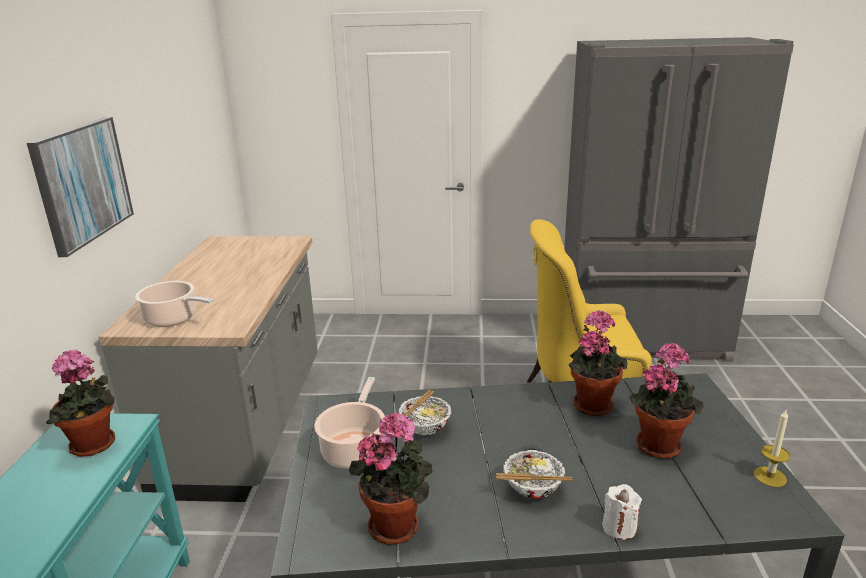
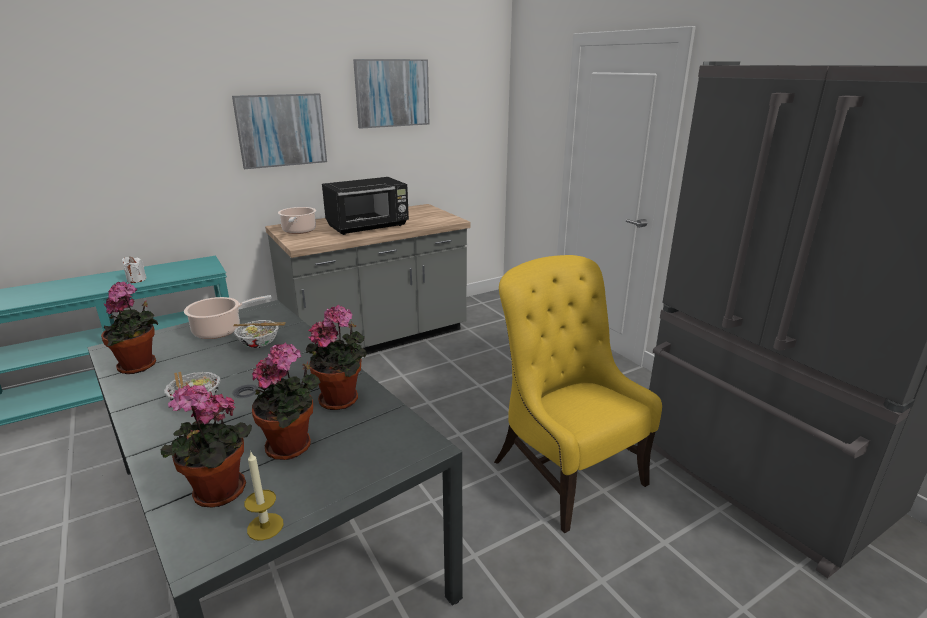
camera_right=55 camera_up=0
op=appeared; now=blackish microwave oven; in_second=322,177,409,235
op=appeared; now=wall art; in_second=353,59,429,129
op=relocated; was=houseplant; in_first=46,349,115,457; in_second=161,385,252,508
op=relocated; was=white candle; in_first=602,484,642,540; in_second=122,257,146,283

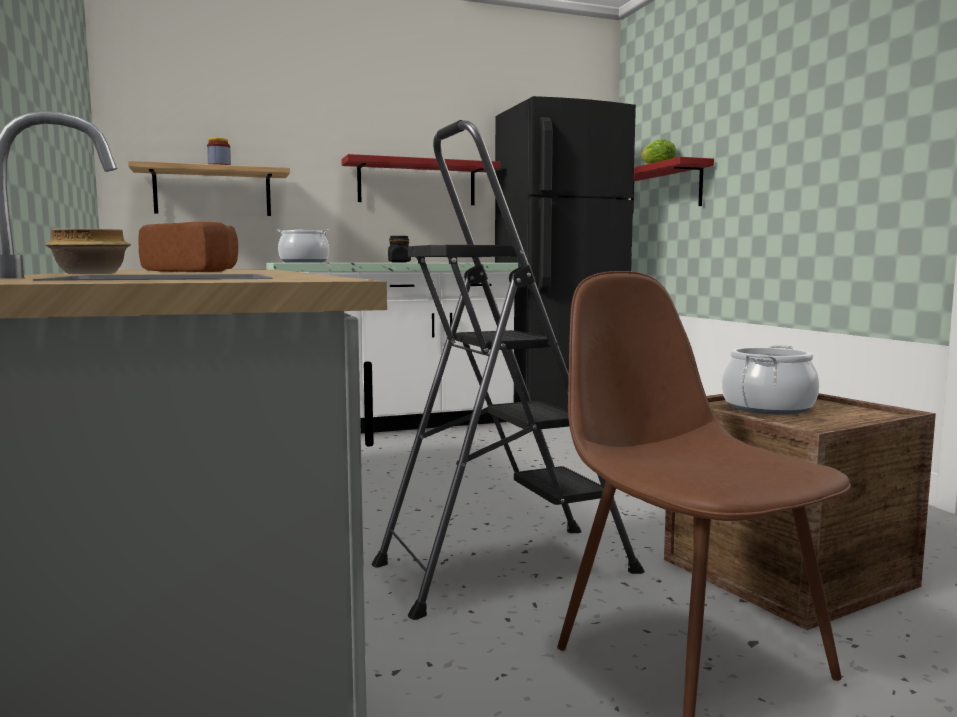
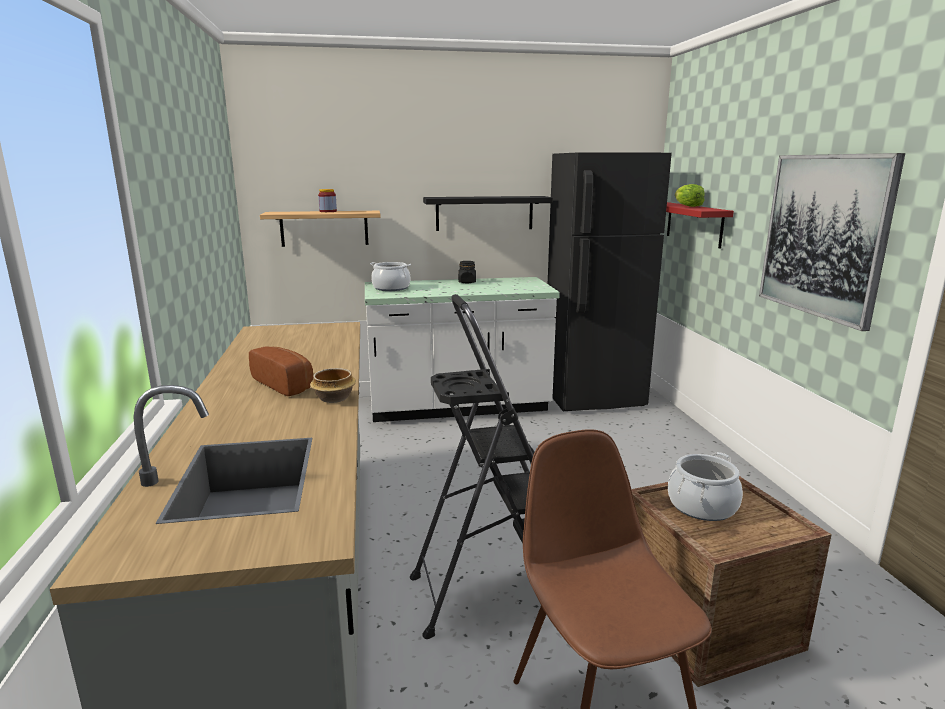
camera_right=10 camera_up=10
op=appeared; now=wall art; in_second=759,153,905,331
op=relocated; was=serving bowl; in_first=45,229,131,274; in_second=310,368,356,403
op=colour; was=red wall shelf; now=blackish wall shelf; in_first=341,154,500,205; in_second=423,196,553,231

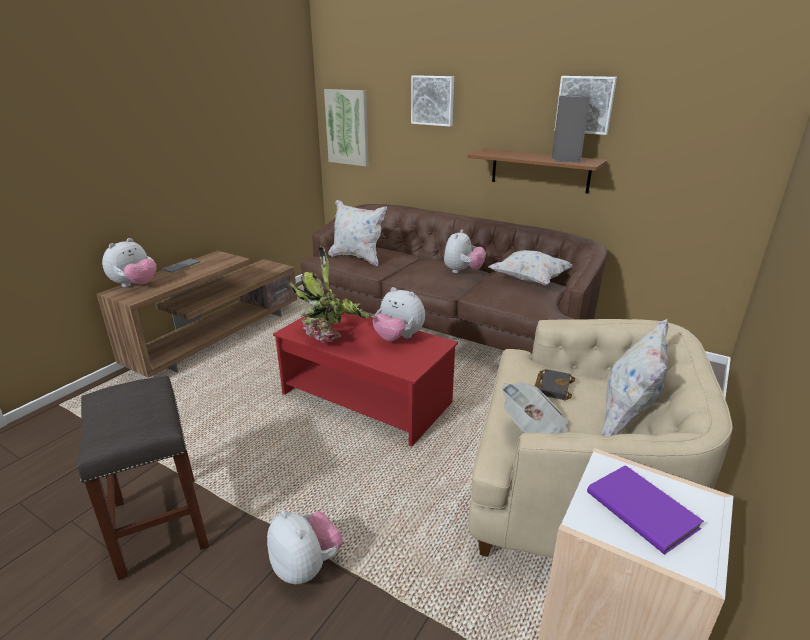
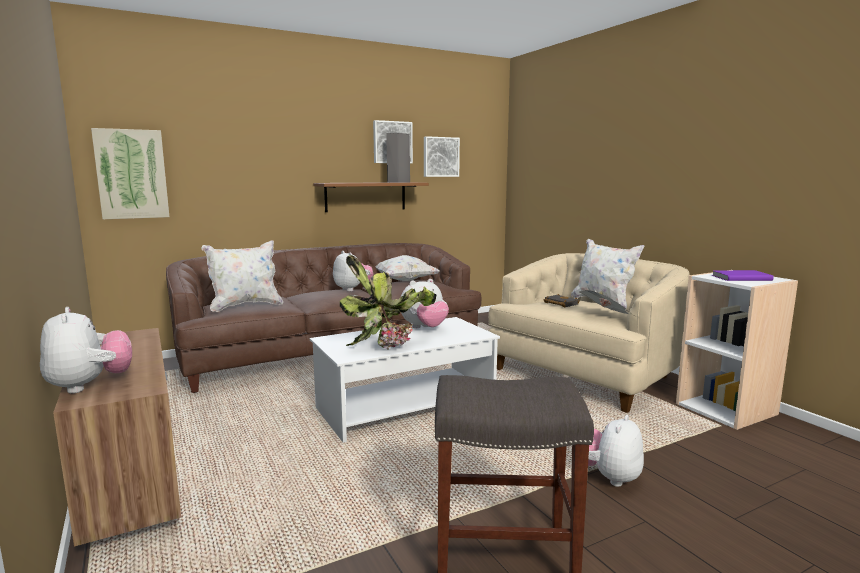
camera_right=-60 camera_up=-15
op=relocated; was=wall art; in_first=411,75,454,127; in_second=424,136,460,177
op=colour; was=red lounge table; now=white lounge table; in_first=273,312,458,447; in_second=310,317,500,443
op=spun; was=cuddly toy; in_first=267,511,343,584; in_second=588,415,644,487; clockwise=-45

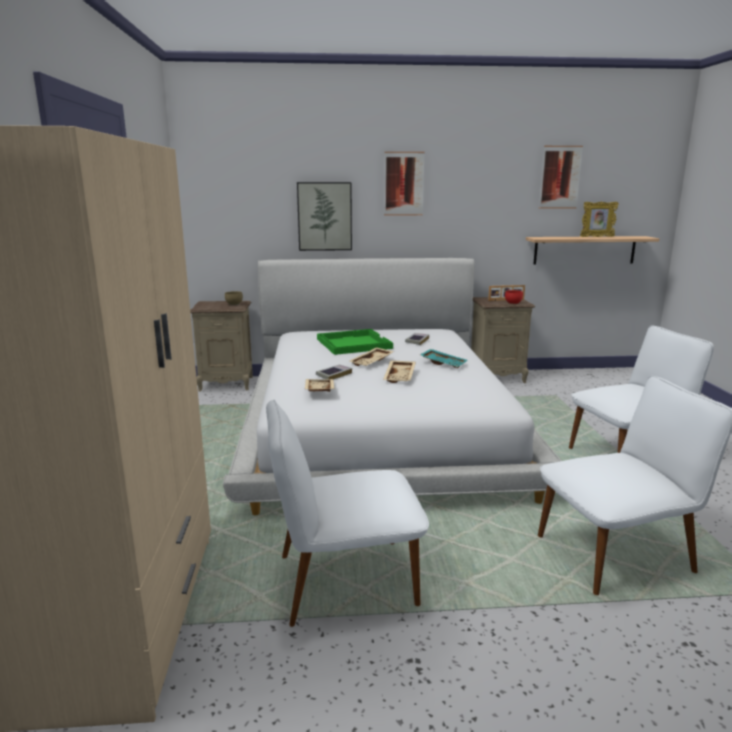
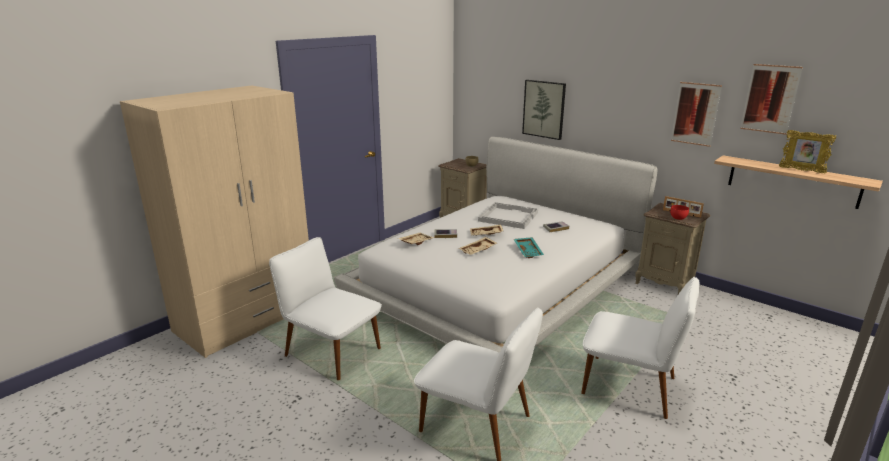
camera_right=45 camera_up=5
op=relocated; was=wall art; in_first=384,152,425,216; in_second=671,82,722,147
op=colour; was=green serving tray; now=white serving tray; in_first=317,329,393,355; in_second=478,202,538,229

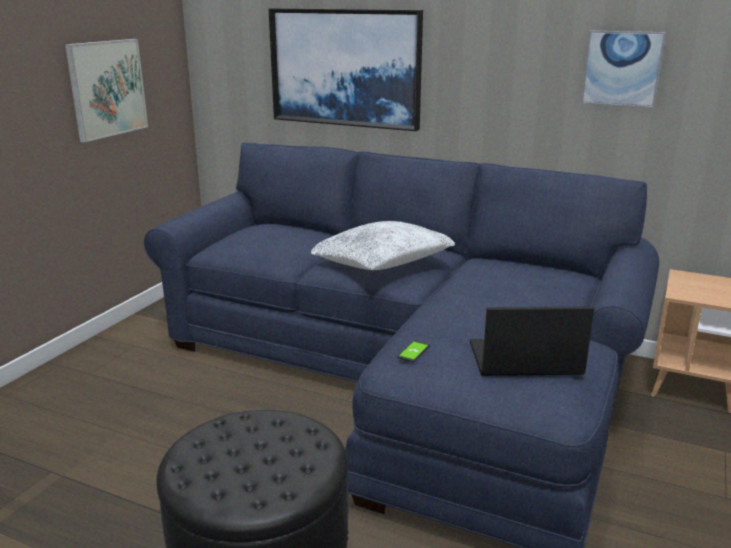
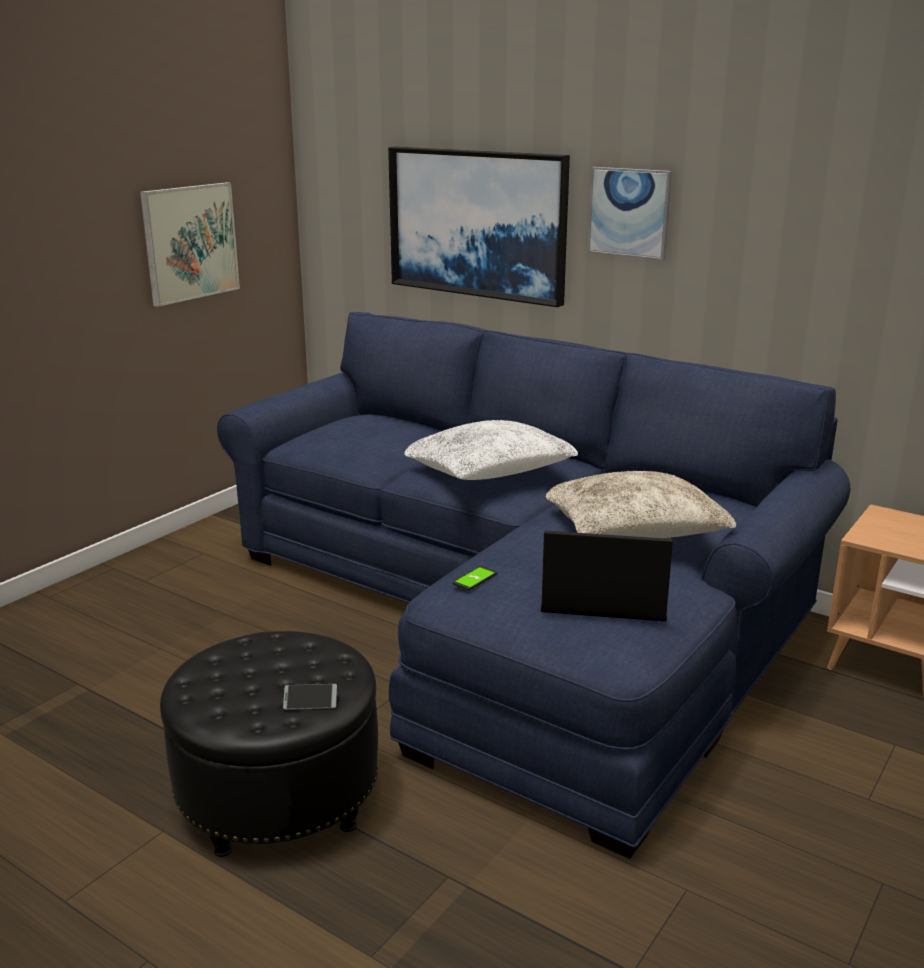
camera_right=10 camera_up=0
op=appeared; now=telephone; in_second=283,684,337,710
op=appeared; now=beige cushion; in_second=546,471,736,538
op=relocated; was=wall art; in_first=581,31,666,108; in_second=588,167,672,260

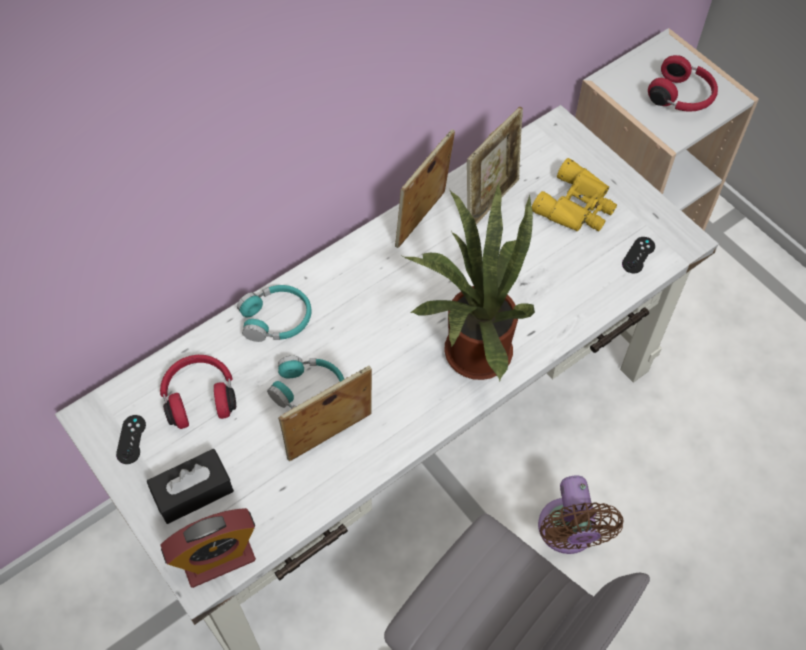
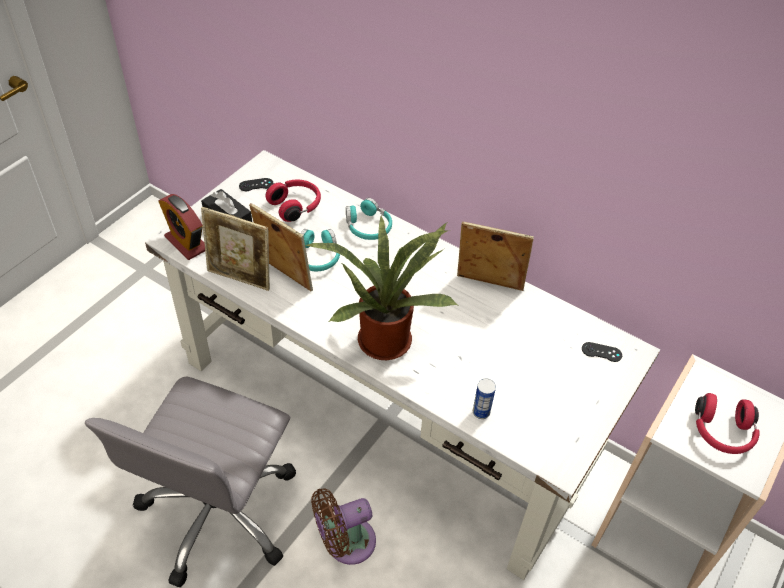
camera_right=70 camera_up=-10
op=missing; was=yellow-coloured binoculars; in_first=532,158,617,231
op=appeared; now=sealed can; in_second=473,379,496,419
op=relocated; was=standing frame; in_first=467,107,523,225; in_second=201,207,270,291
op=relocated; was=blackish game controller; in_first=622,237,655,274; in_second=582,342,622,362

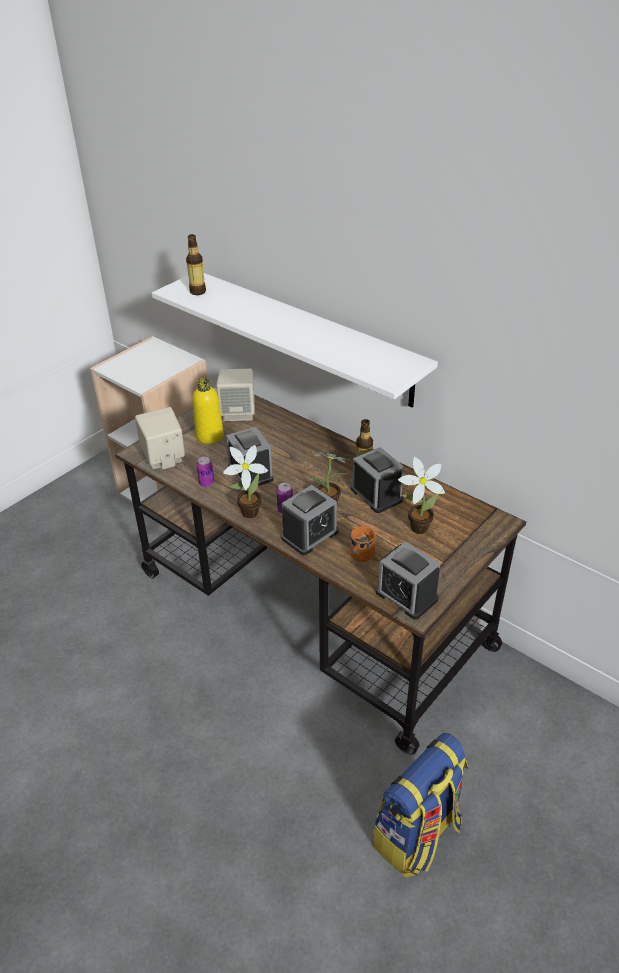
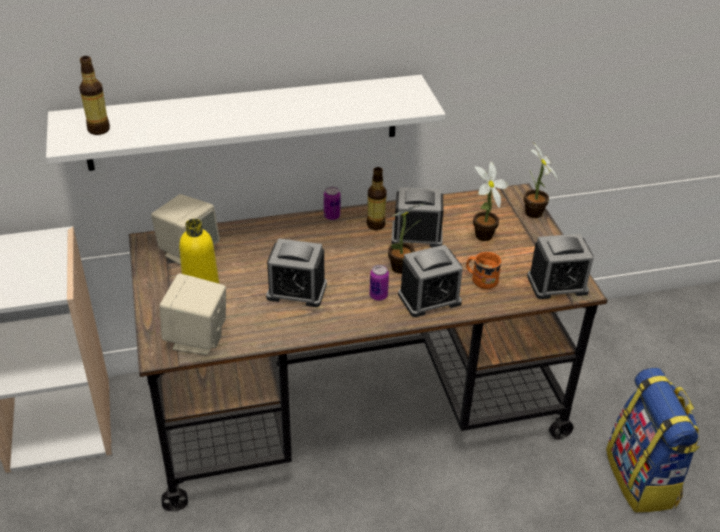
camera_right=-55 camera_up=0
op=relocated; was=sealed can; in_first=197,457,214,487; in_second=324,187,340,220
op=relocated; was=houseplant; in_first=223,445,268,518; in_second=524,142,559,218
op=spun; was=bedside clock; in_first=281,485,338,555; in_second=398,245,463,317; clockwise=75

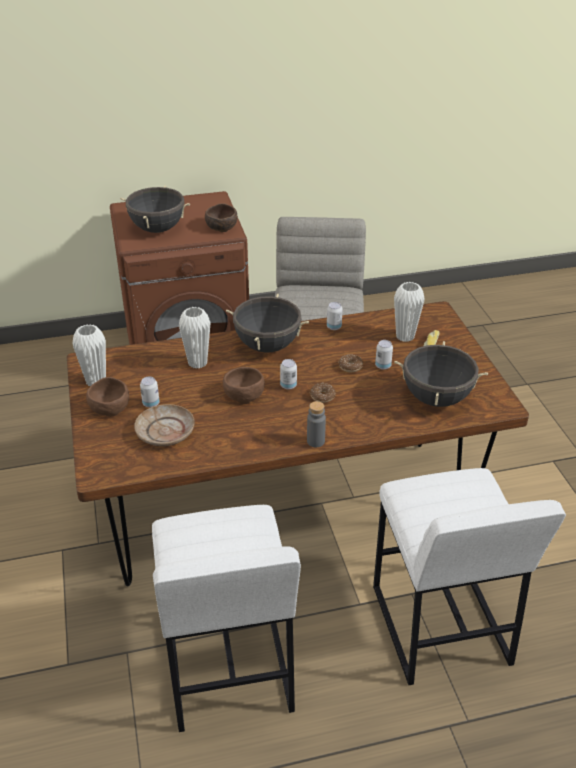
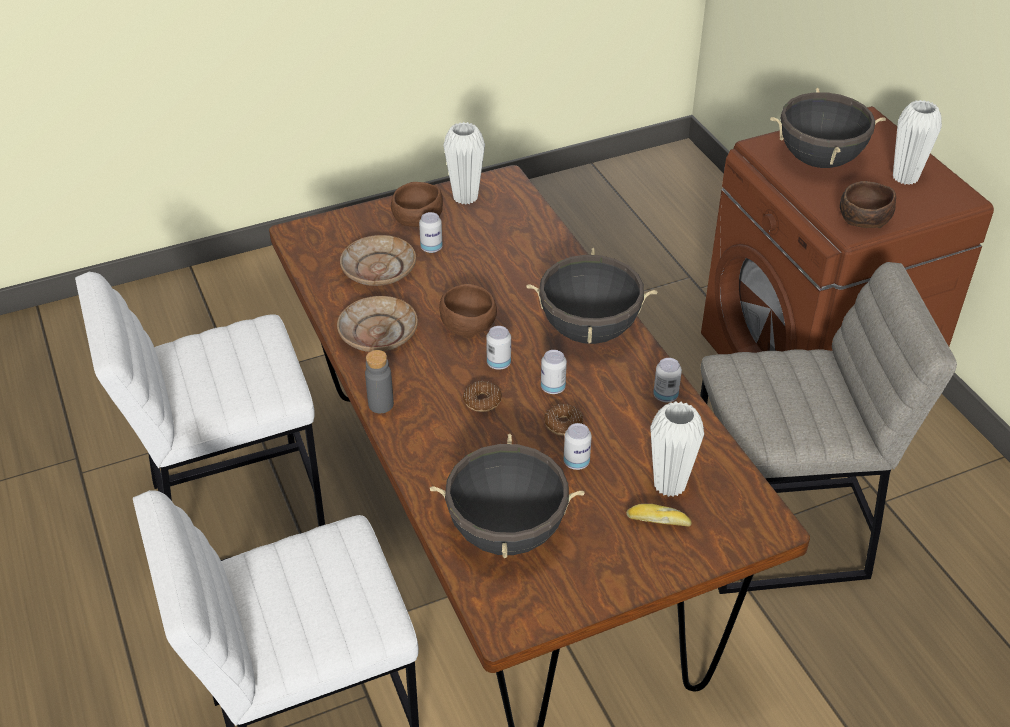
camera_right=80 camera_up=5
op=appeared; now=beige plate; in_second=337,296,418,352
op=appeared; now=sealed can; in_second=541,350,567,394
op=relocated; was=white vase; in_first=179,307,211,369; in_second=893,100,942,185

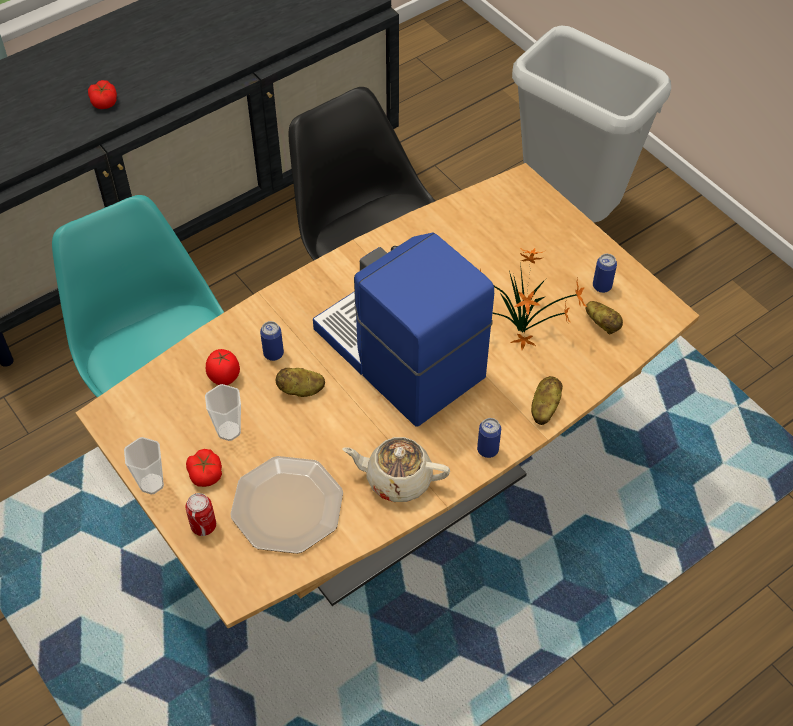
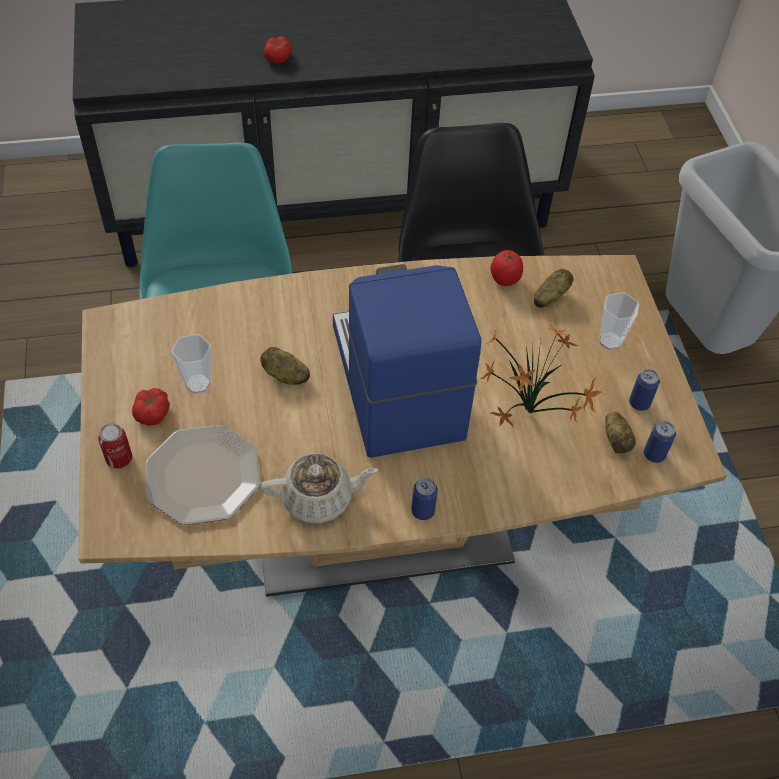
camera_right=25 camera_up=0
op=relocated; was=cup; in_first=124,437,164,495; in_second=599,292,639,350
op=relocated; was=fresh tomato; in_first=206,349,240,385; in_second=491,250,523,286
op=relocated; was=sealed can; in_first=260,321,284,361; in_second=644,421,676,463
op=relocated; was=potato; in_first=531,376,563,425; in_second=534,269,574,308
op=spun; was=beige teapot; in_first=343,437,450,502; in_second=261,453,378,523; clockwise=135

